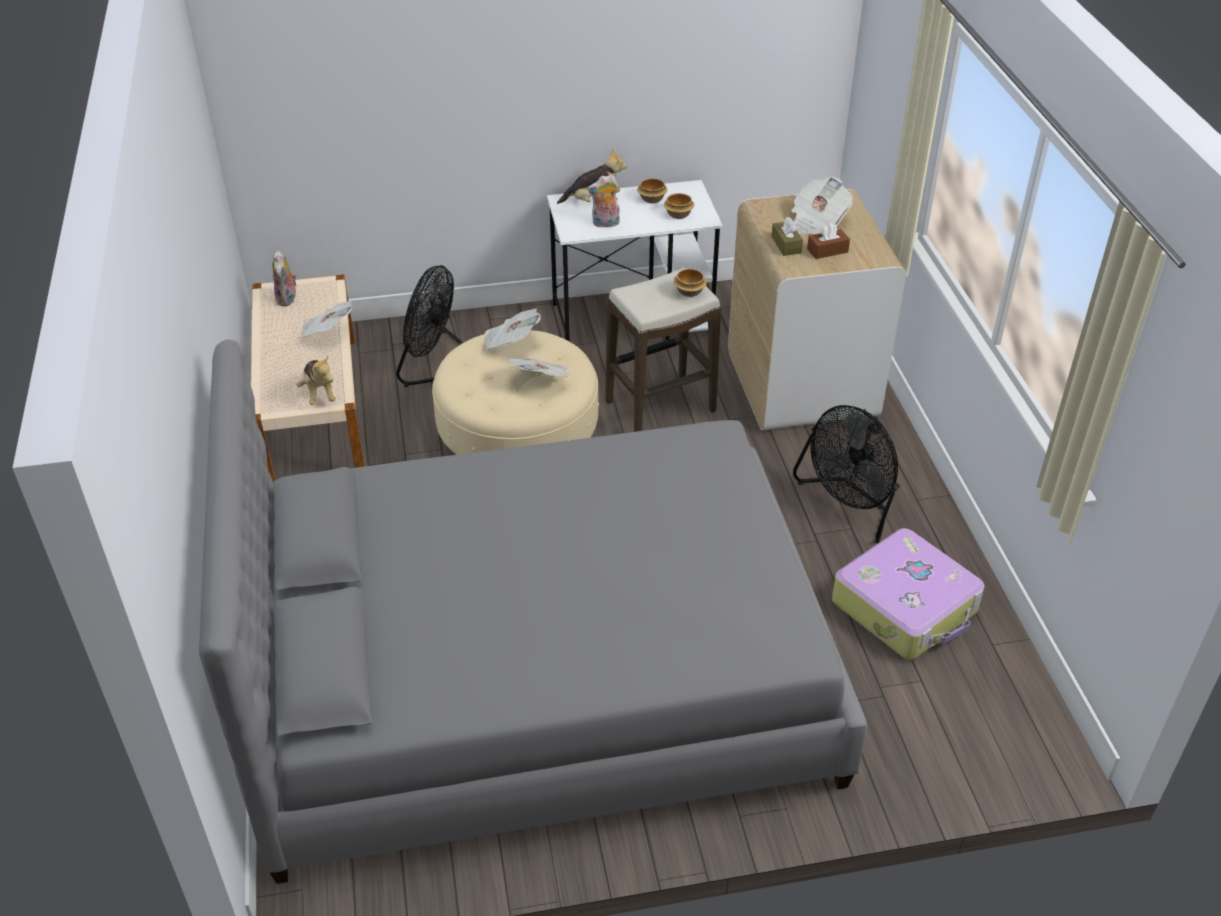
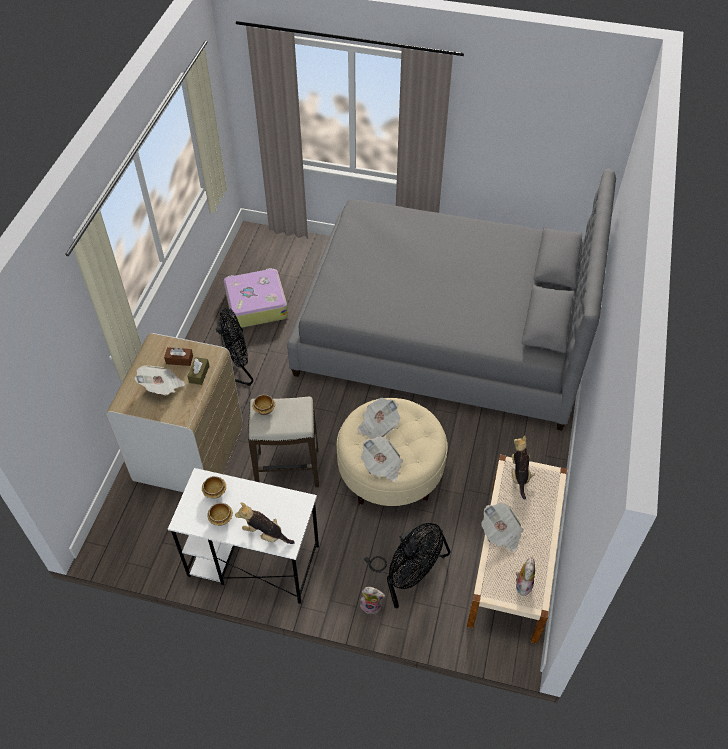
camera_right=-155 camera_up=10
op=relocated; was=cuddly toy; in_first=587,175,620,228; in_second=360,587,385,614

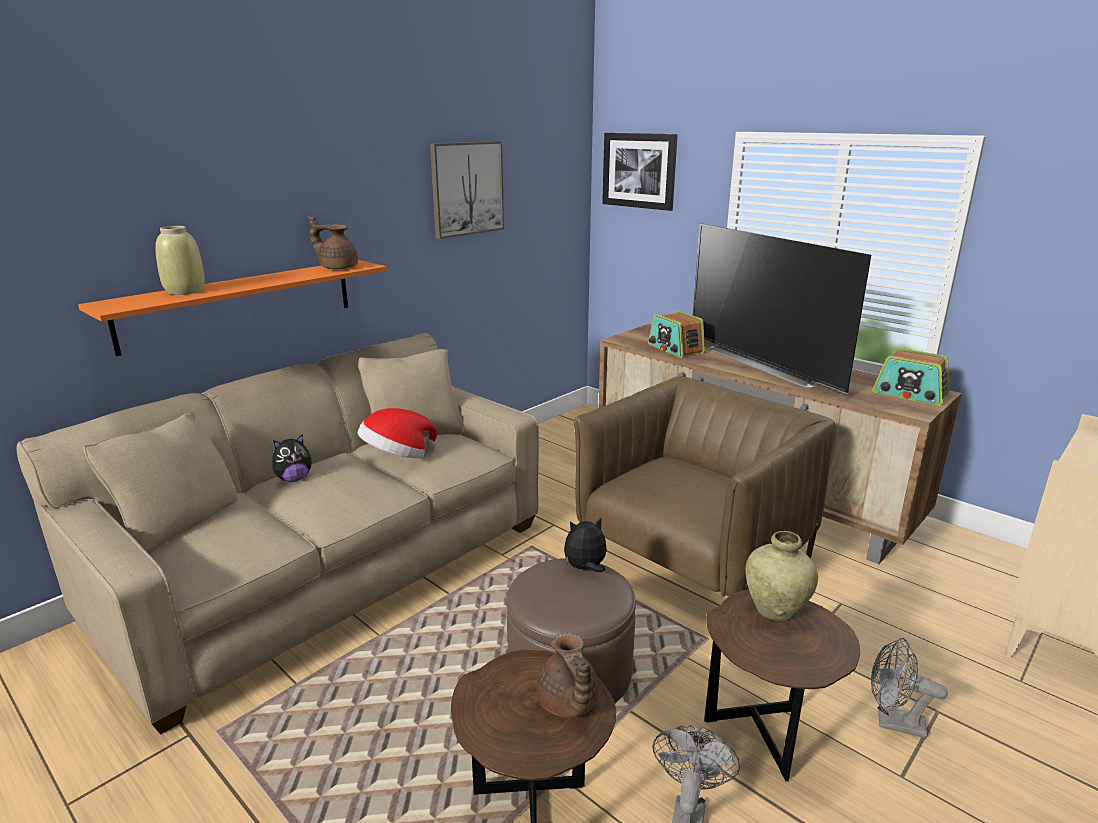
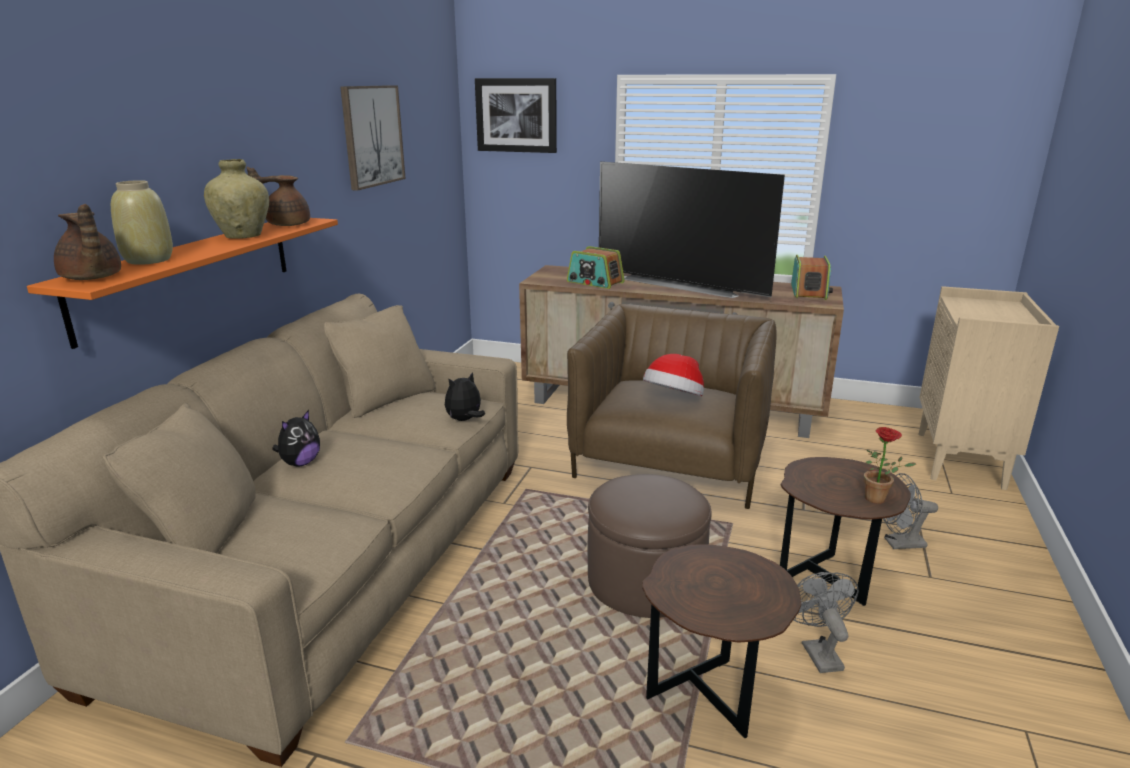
camera_right=-25 camera_up=0
op=appeared; now=houseplant; in_second=864,427,916,504
op=relocated; was=hat; in_first=358,408,437,458; in_second=643,354,704,396
op=relocated; was=brownish teapot; in_first=536,633,599,717; in_second=54,204,121,280
op=relocated; was=cuddly toy; in_first=564,518,607,572; in_second=445,372,485,421
op=relocated; was=beige vase; in_first=745,531,818,621; in_second=204,159,269,239
op=spun; was=radio; in_first=872,348,949,406; in_second=791,255,833,300; clockwise=-90

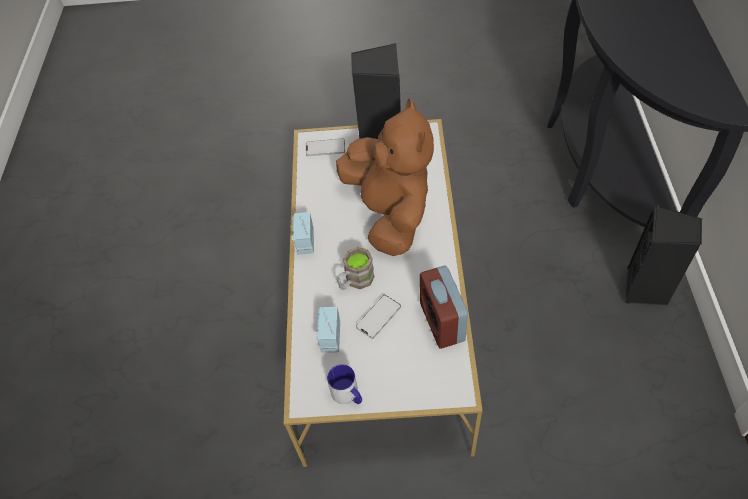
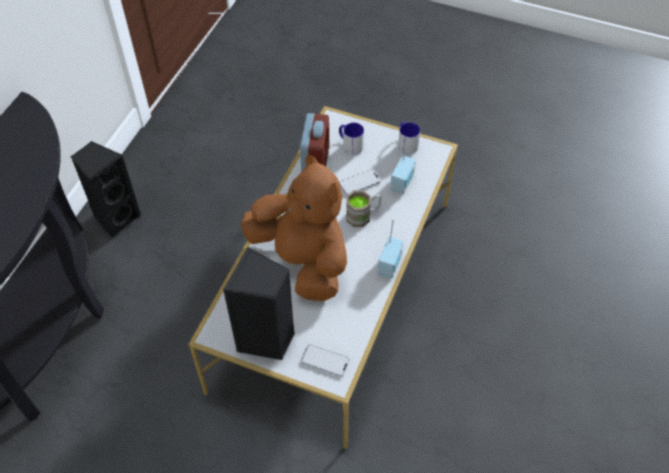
camera_right=-160 camera_up=0
op=appeared; now=coffee mug; in_second=339,123,364,155
op=spun; was=brownish cuddly toy; in_first=336,99,434,256; in_second=241,154,347,301; clockwise=135

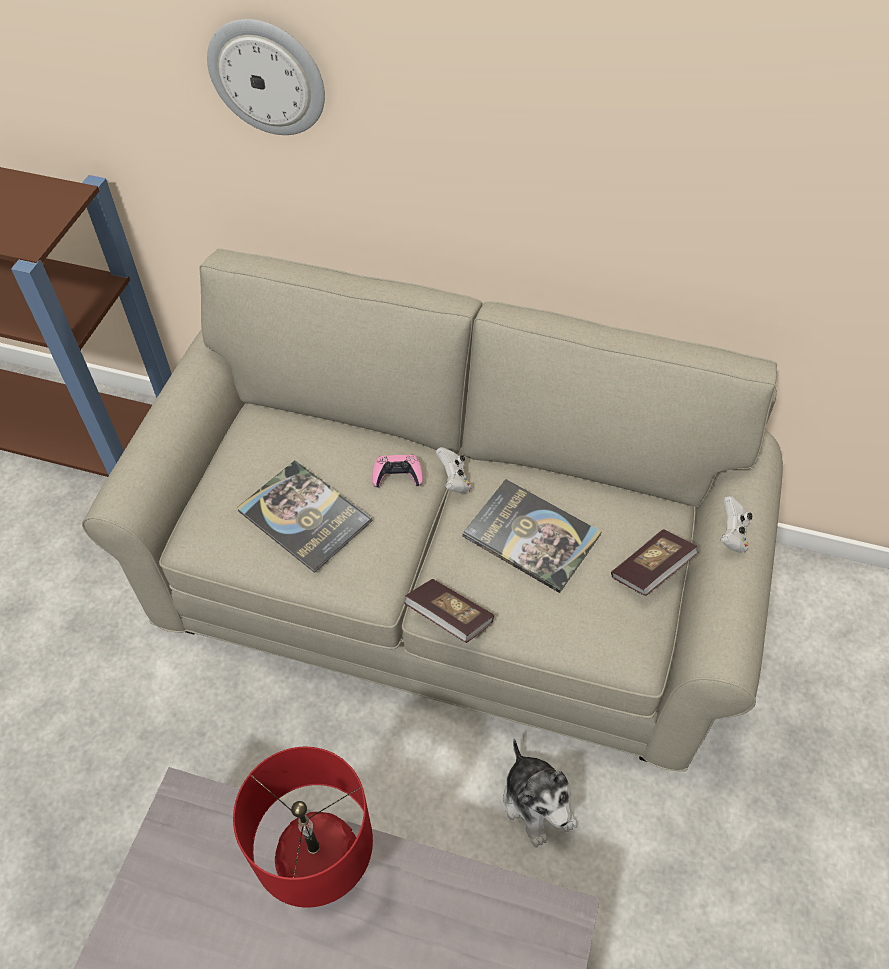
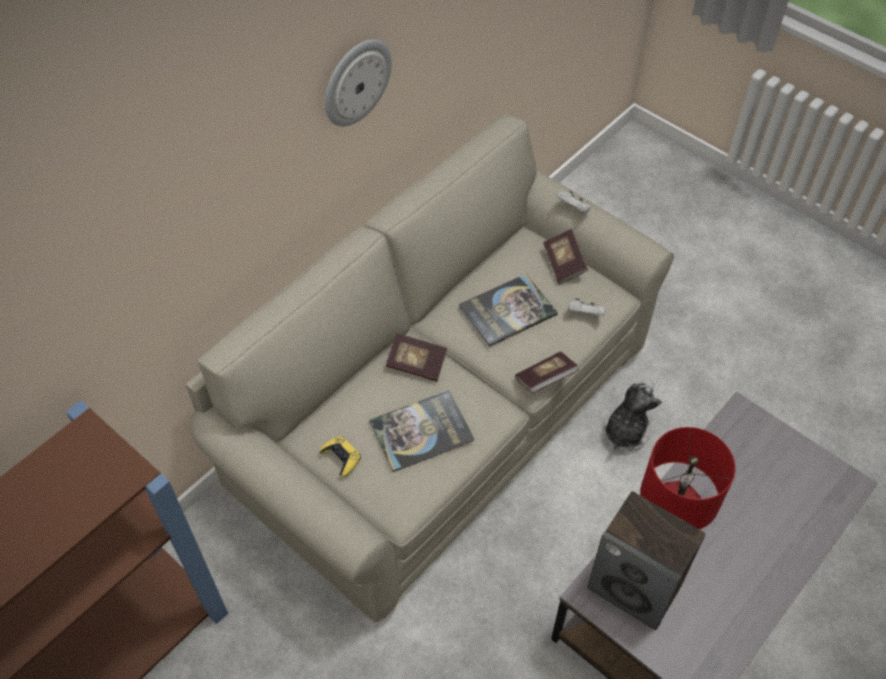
camera_right=-65 camera_up=0
op=appeared; now=yellow-coloured game controller; in_second=320,436,361,476
op=appeared; now=audio speaker; in_second=587,491,706,630
op=relocated; was=hanging clock; in_first=207,19,325,135; in_second=325,39,392,127
op=relocated; was=white game controller; in_first=436,447,471,493; in_second=568,298,606,316
op=exchanged; was=pink game controller; now=bound book; in_first=372,455,423,488; in_second=386,333,447,382
op=spun; was=cuddly toy; in_first=503,739,577,847; in_second=603,379,662,451; clockwise=-60

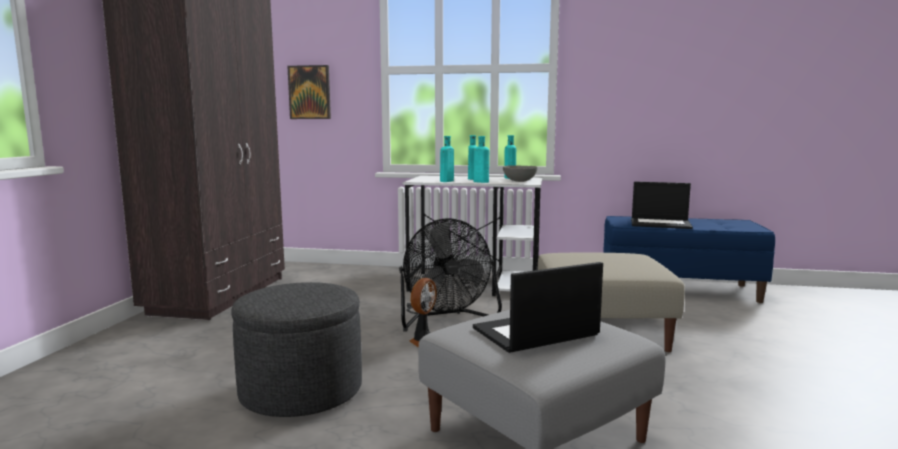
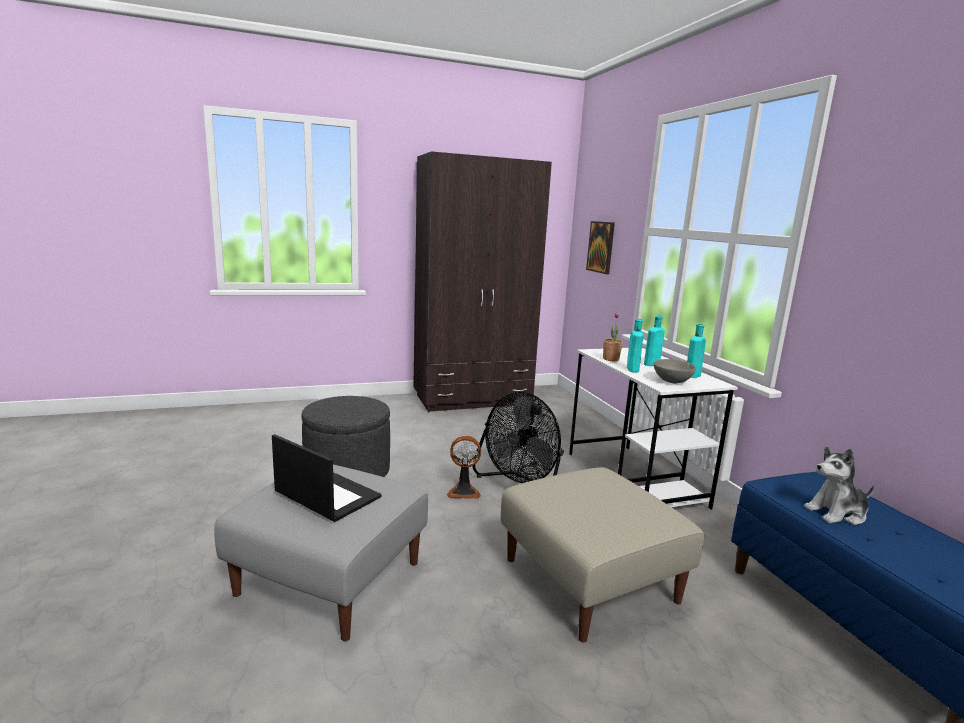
camera_right=60 camera_up=5
op=exchanged; was=turquoise-coloured drink bottle; now=houseplant; in_first=440,136,454,182; in_second=603,312,623,361
op=exchanged; was=notebook computer; now=cuddly toy; in_first=631,182,693,229; in_second=804,446,874,525

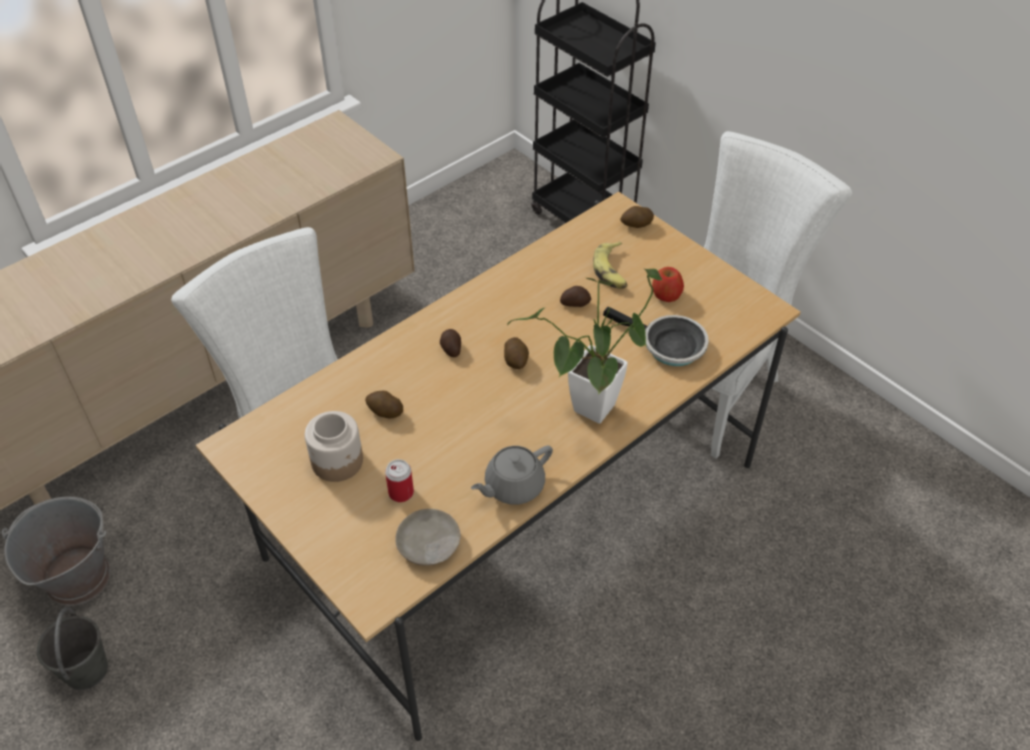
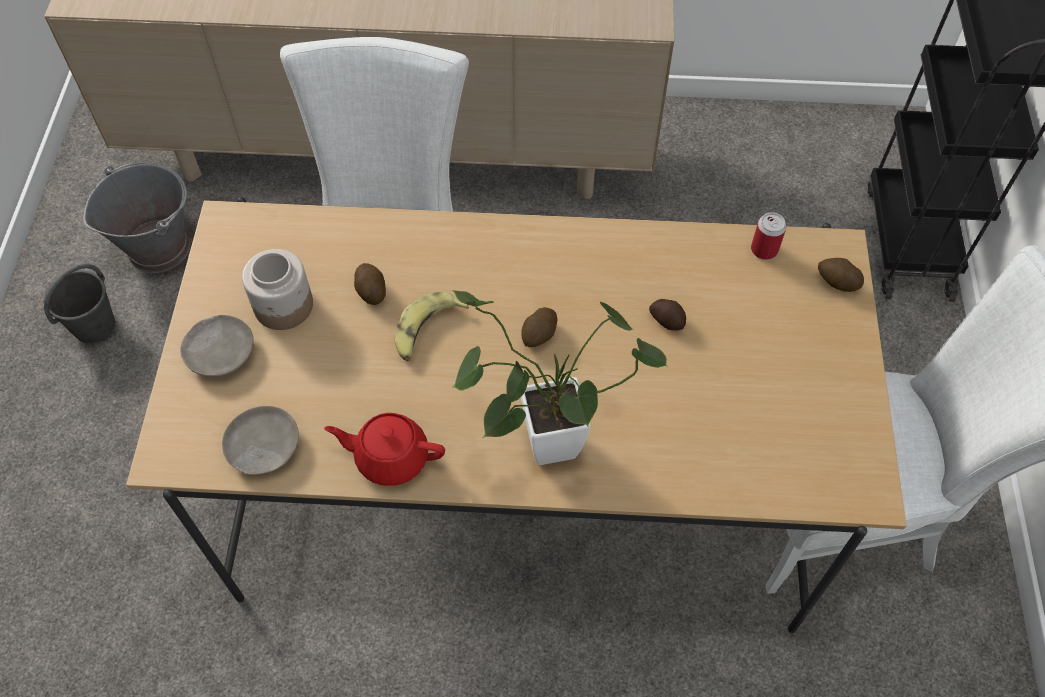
camera_right=45 camera_up=10
op=missing; was=potato; in_first=440,329,461,357
op=missing; was=skillet; in_first=603,307,709,366
op=missing; was=apple; in_first=652,267,684,302
op=appeared; now=beige plate; in_second=180,315,254,377
op=relocated; was=sealed can; in_first=385,459,414,502; in_second=751,212,786,260
op=relocated; was=whole banana; in_first=593,242,627,289; in_second=394,292,469,361
op=colour; was=greyish teapot; now=red teapot; in_first=471,445,553,505; in_second=324,413,445,486

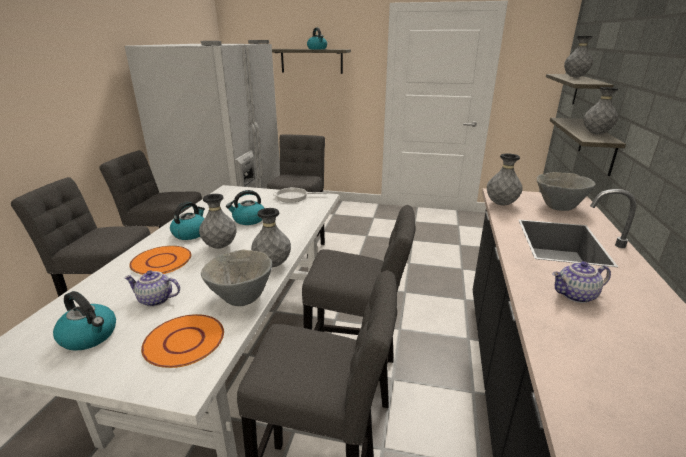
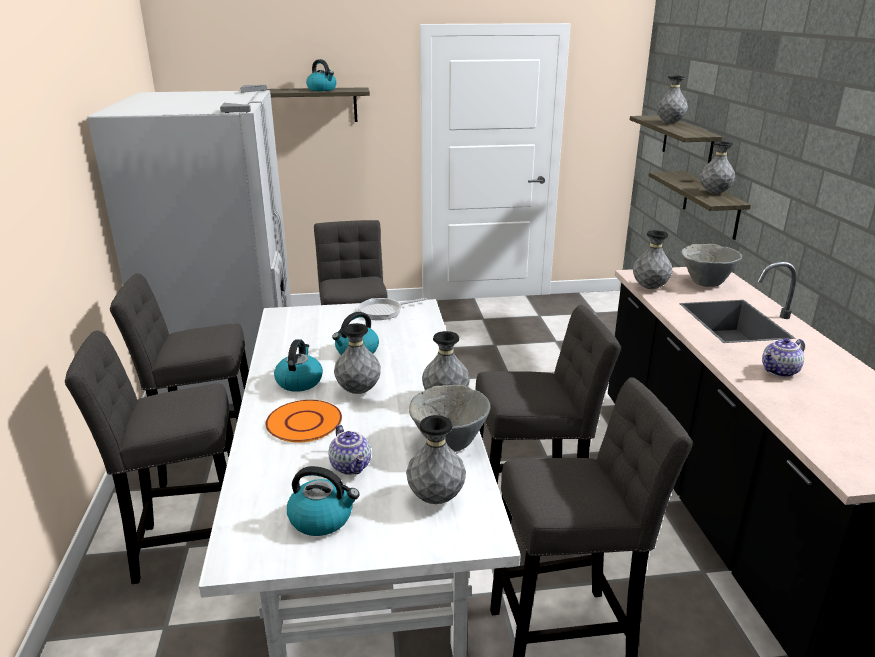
camera_right=-20 camera_up=0
op=exchanged; was=orange-coloured plate; now=greyish vase; in_first=141,314,224,368; in_second=406,415,466,504
op=spun; was=teapot; in_first=124,270,180,307; in_second=328,425,371,475; clockwise=-105

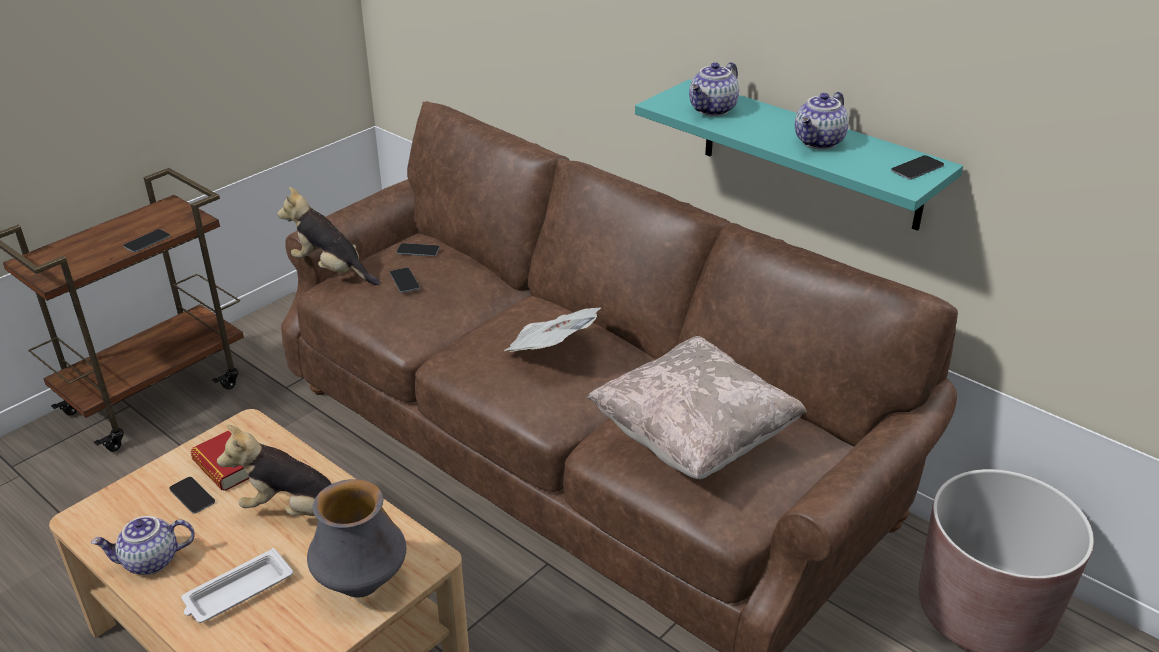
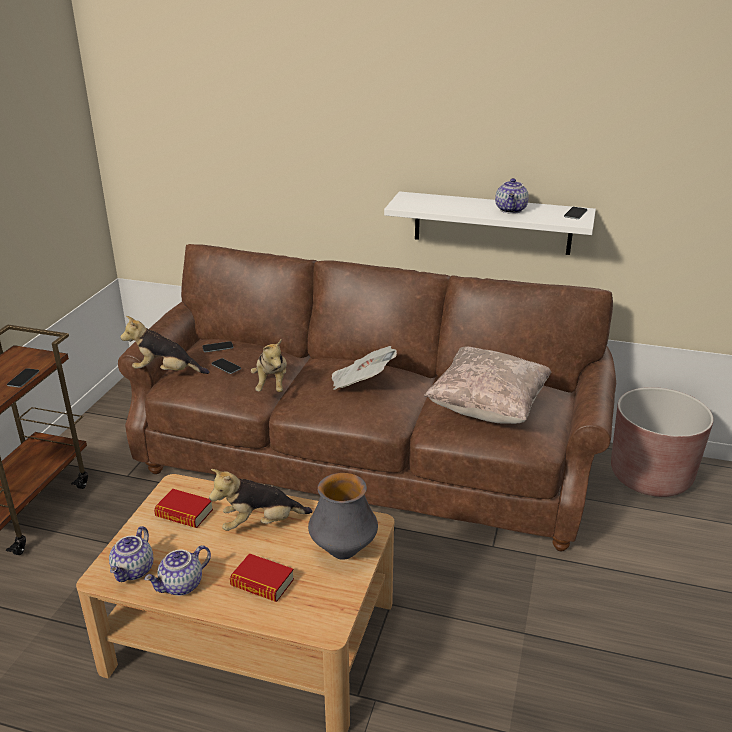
camera_right=-25 camera_up=-5
op=missing; was=telephone; in_first=169,477,215,514
op=appeared; now=cuddly toy; in_second=251,339,287,392
op=relocated; was=teapot; in_first=689,62,739,116; in_second=109,526,154,582
op=exchanged; was=white serving tray; now=bound book; in_first=181,548,293,623; in_second=230,553,294,602
op=colour; was=turquoise-coloured wall shelf; now=white wall shelf; in_first=635,79,963,231; in_second=384,191,596,255

